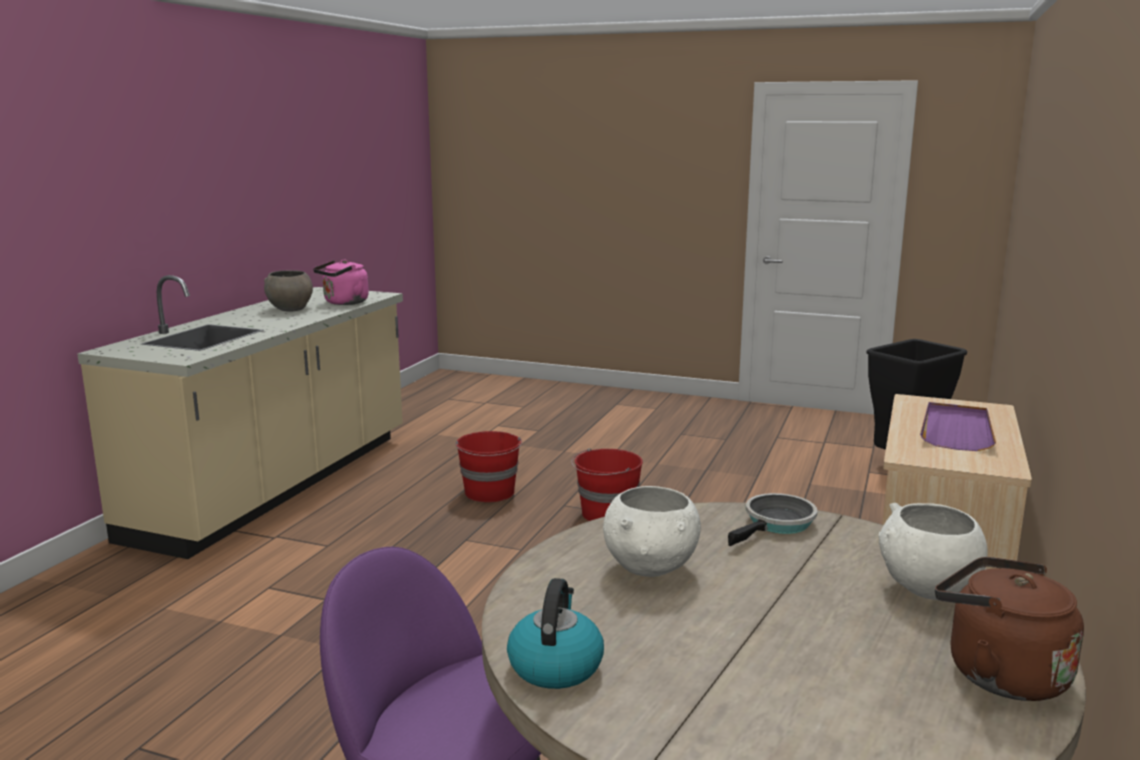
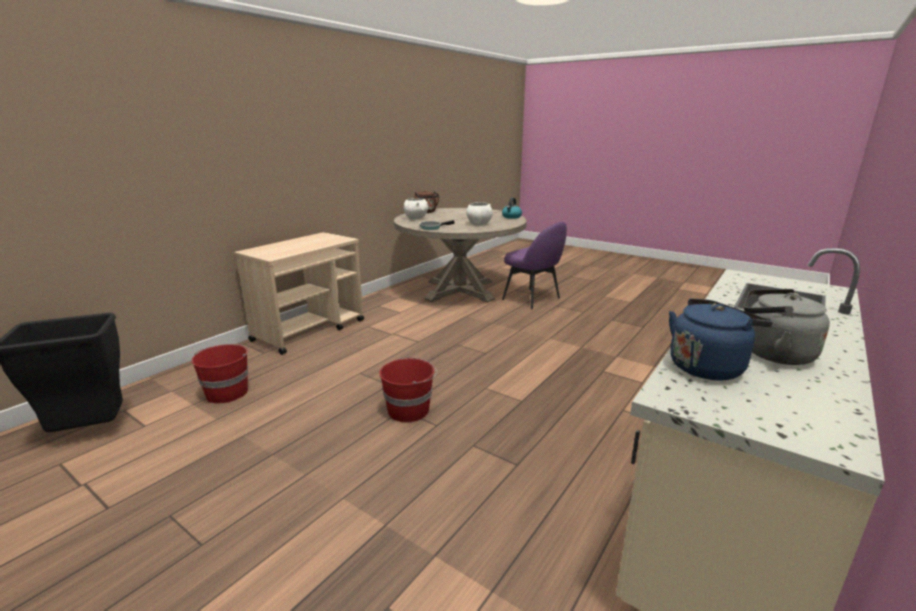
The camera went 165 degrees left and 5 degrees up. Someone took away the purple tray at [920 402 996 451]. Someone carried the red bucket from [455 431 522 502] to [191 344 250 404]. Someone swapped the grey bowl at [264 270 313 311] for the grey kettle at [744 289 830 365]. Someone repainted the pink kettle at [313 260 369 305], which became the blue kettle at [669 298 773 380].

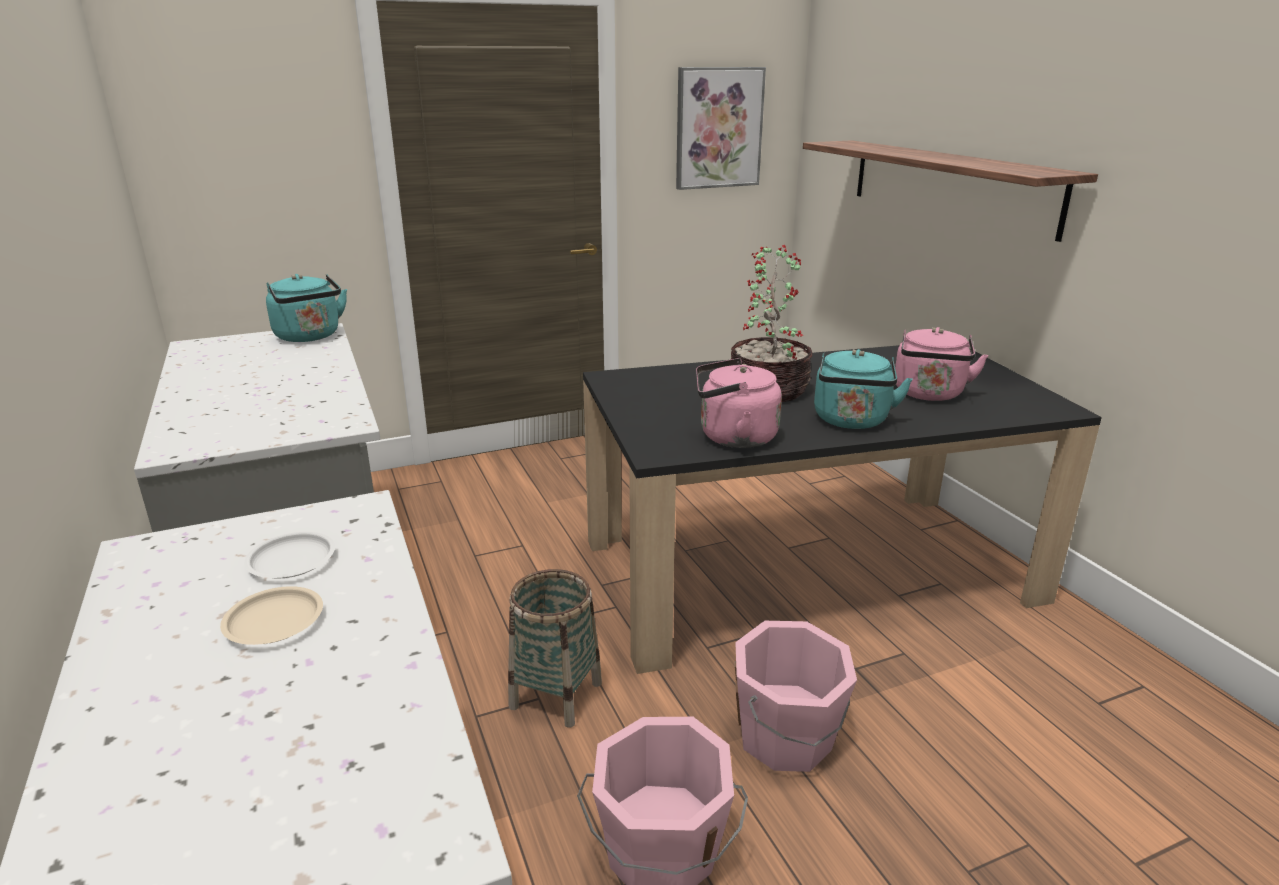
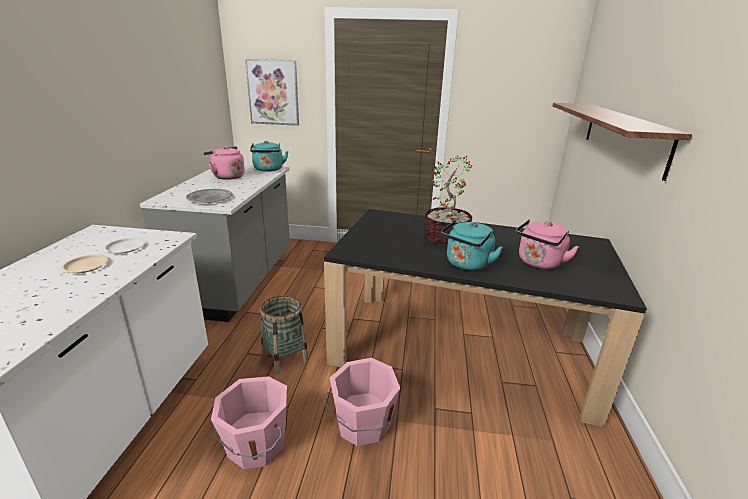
The camera went 30 degrees right and 0 degrees up. Someone put down the grey plate at [186 189 232 203]. Someone carried the picture from [676 67 766 190] to [245 59 299 126]. Someone carried the pink kettle from [696 358 782 448] to [203 146 245 180].

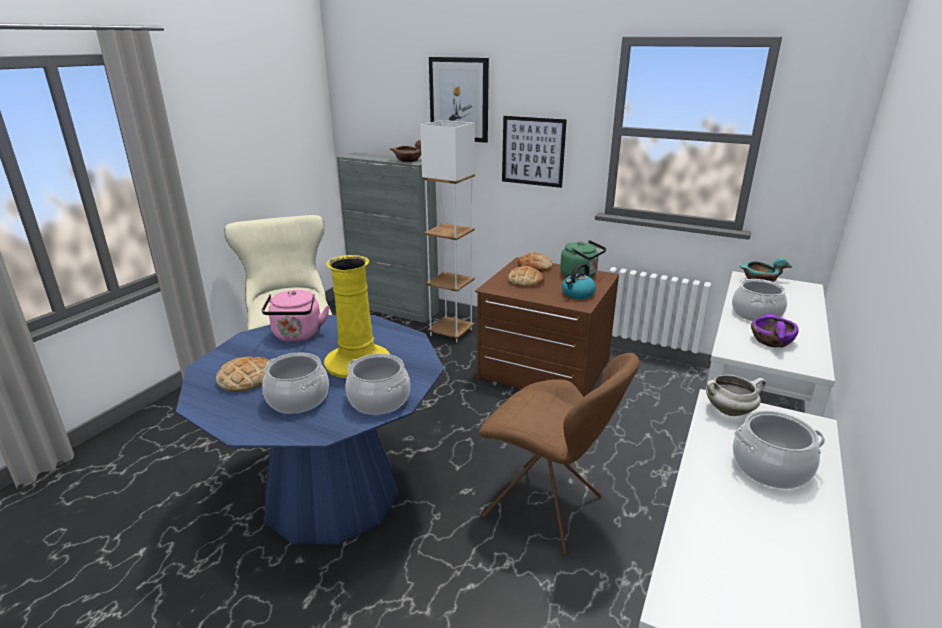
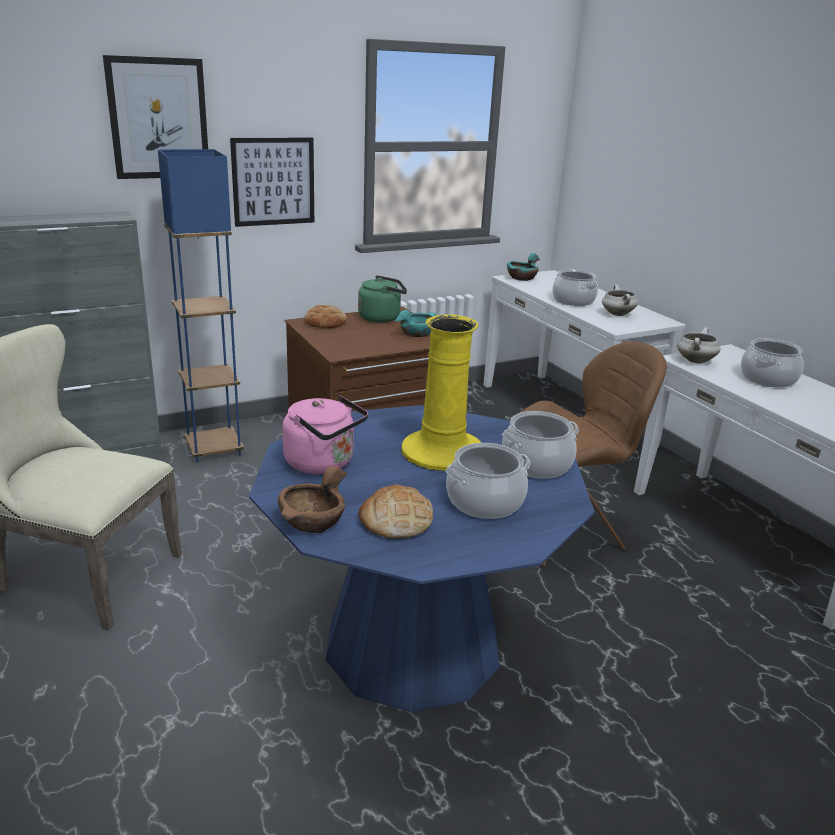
The camera went 55 degrees left and 0 degrees up. Someone took away the bread at [508 266 545 287]. Someone carried the brown bowl from [390 140 421 162] to [278 466 347 533]. Someone swapped the kettle at [562 263 596 299] for the turquoise bowl at [395 310 436 337]. Someone swapped the purple bowl at [751 313 799 348] for the white cooking pot at [602 285 638 316]. Someone repainted the white floor lamp at [420 120 475 343], which became the blue floor lamp at [158 149 244 463].

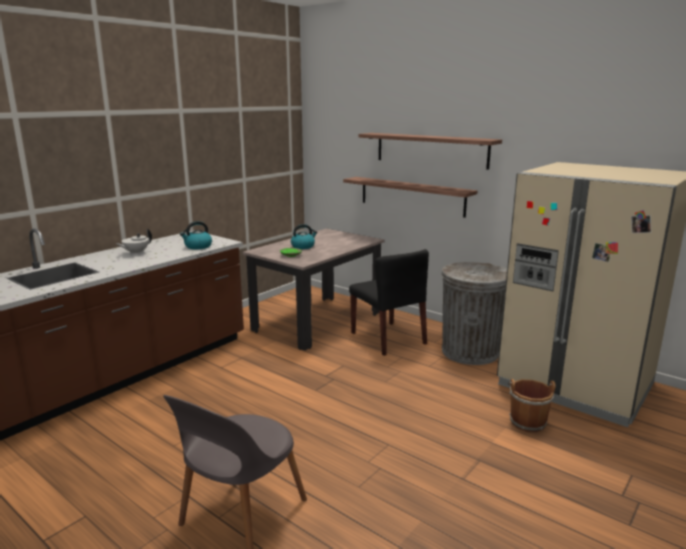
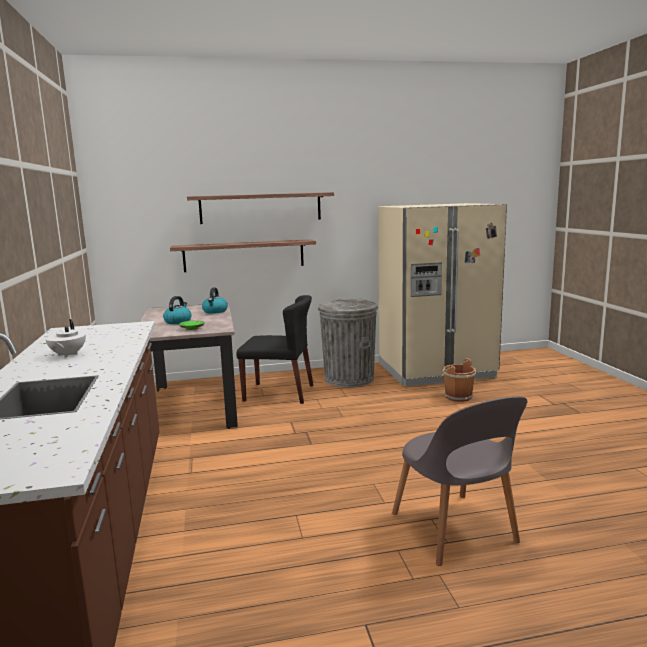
The camera went 50 degrees left and 5 degrees down. Someone carried the kettle from [180 221 212 249] to [202 287 228 314].

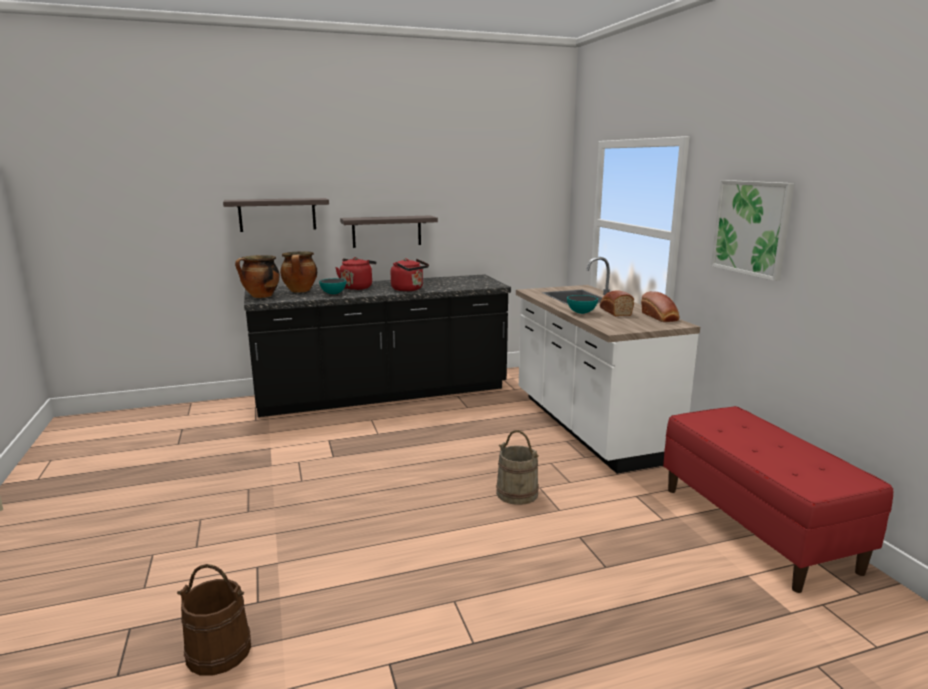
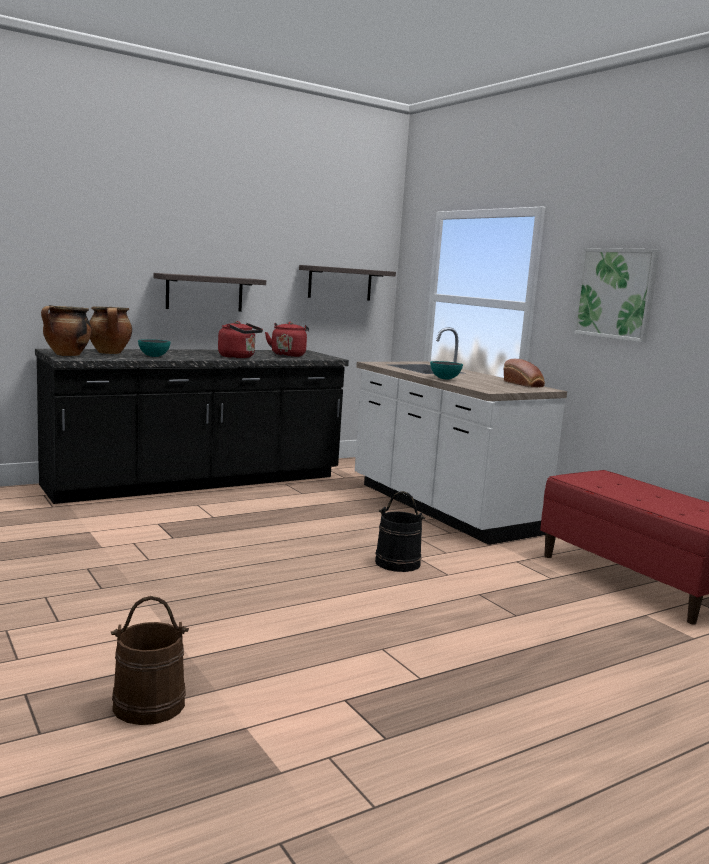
The camera went 15 degrees left and 5 degrees down. Someone took away the bread at [600 290 634 316]. Someone carried the shelf from [223 198 329 232] to [299 265 396 301]. Someone carried the red kettle from [335 257 376 290] to [265 322 309 357]. Someone repainted the beige bucket at [496 430 539 505], which became the black bucket at [375 491 425 572].

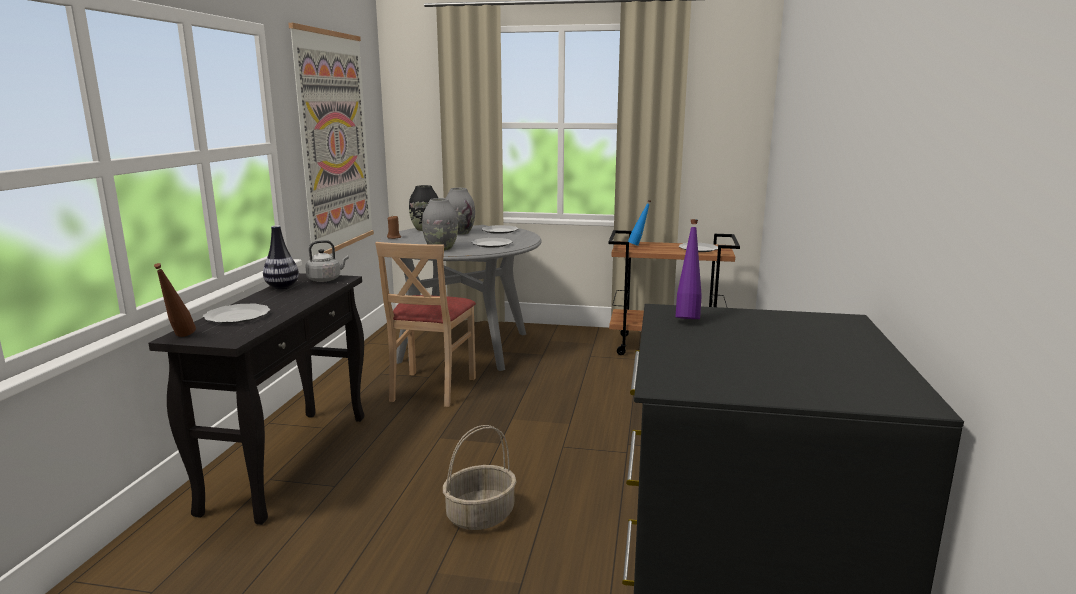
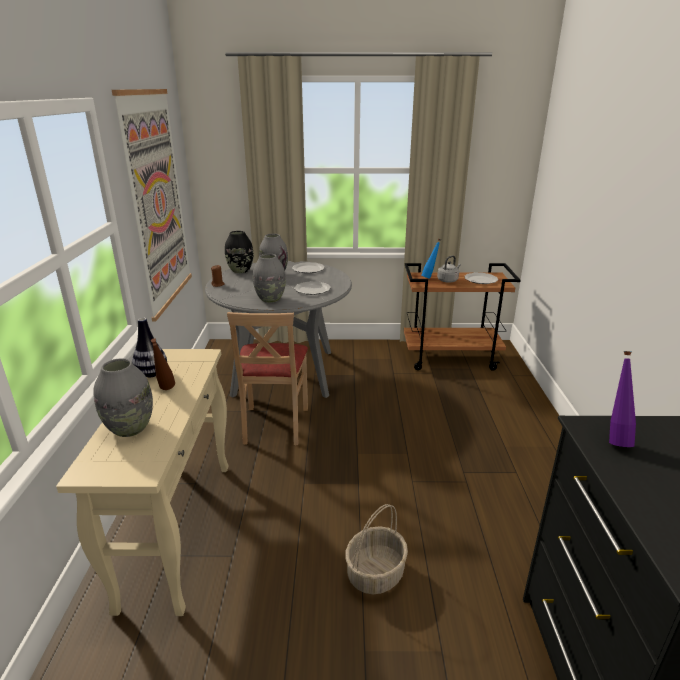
The camera went 10 degrees left and 10 degrees up. Someone carried the brown bottle from [154 263 196 337] to [151 338 175 390]. Someone carried the grey kettle from [305 240 349 282] to [437 255 461 283]. Someone swapped the plate at [203 303 270 324] for the grey vase at [93 358 153 437]. Someone repainted the black console table at [148 273 364 525], which became the beige console table at [56 349 229 616].

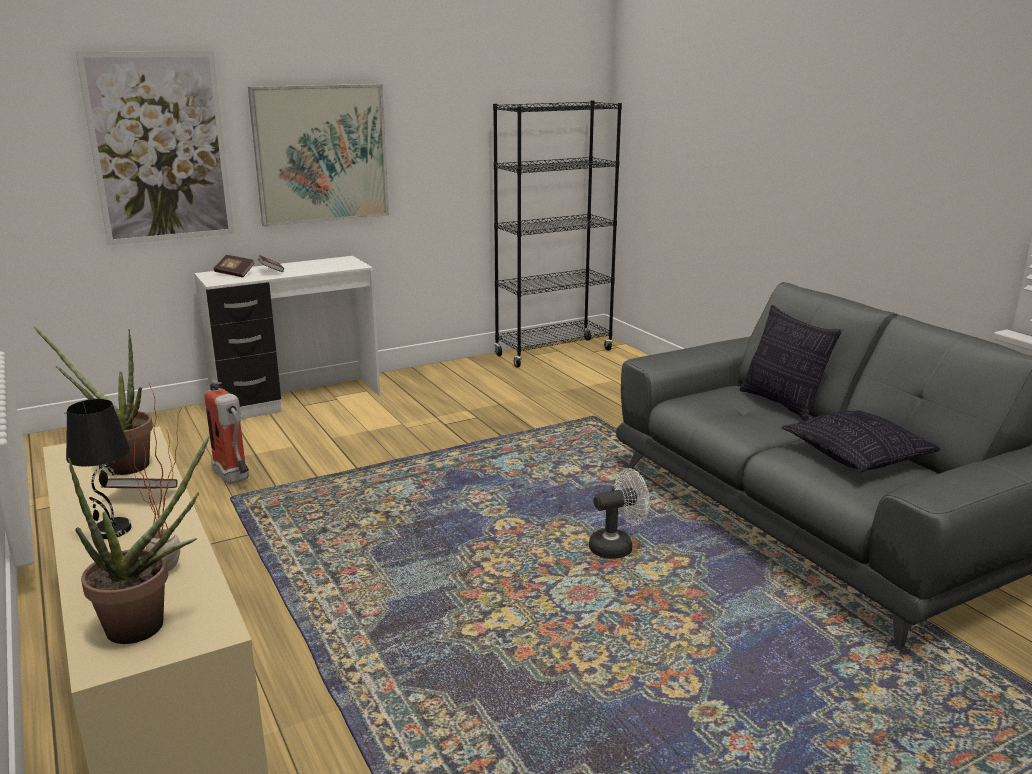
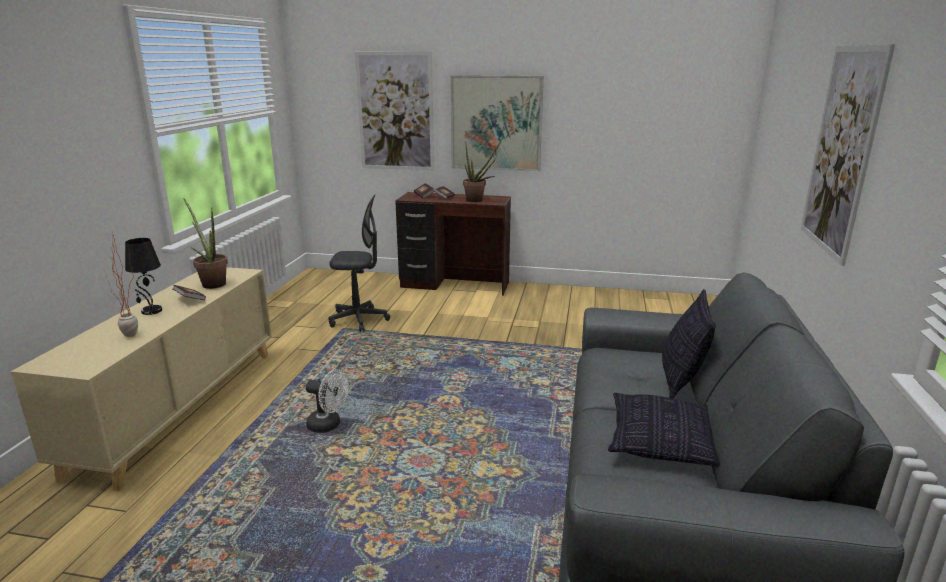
The camera went 40 degrees right and 0 degrees up. Someone took away the black bookcase at [493 101 622 368]. Someone put up the picture at [801 44 895 266]. Someone carried the potted plant from [68 436 210 644] to [463 142 501 202]. Someone carried the white fan from [589 468 650 559] to [306 369 349 433]. Someone swapped the fire extinguisher at [204 379 249 484] for the grey office chair at [328 195 390 332]. Someone repainted the white desk at [194 256 380 419], which became the brown desk at [395 192 511 296].

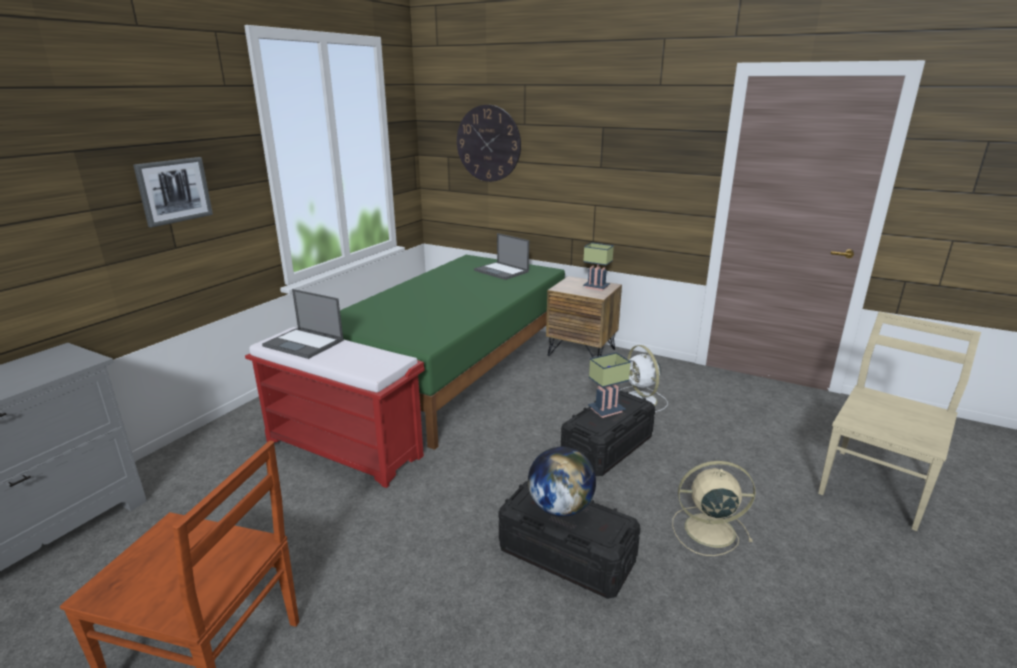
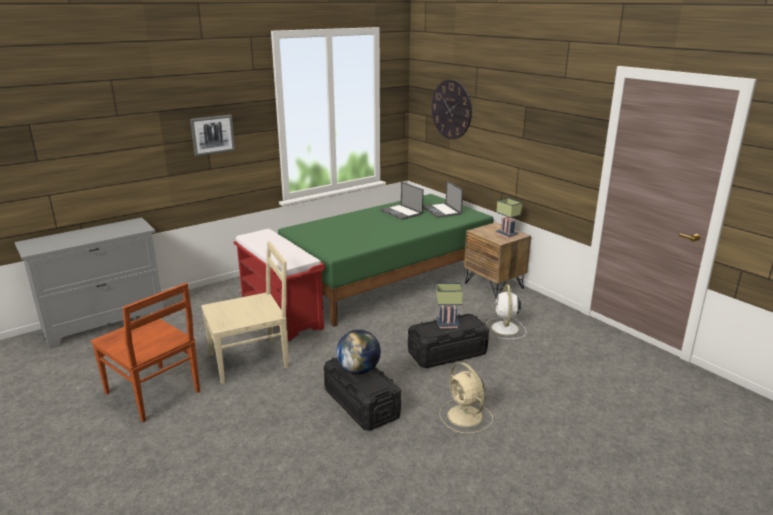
The camera went 25 degrees right and 0 degrees up. Someone carried the laptop from [262 289 344 359] to [380 182 424 220]. Someone carried the beige chair from [818 312 981 531] to [201 241 289 384]. Someone rotated the beige fan at [672 461 755 556] by 150 degrees counterclockwise.

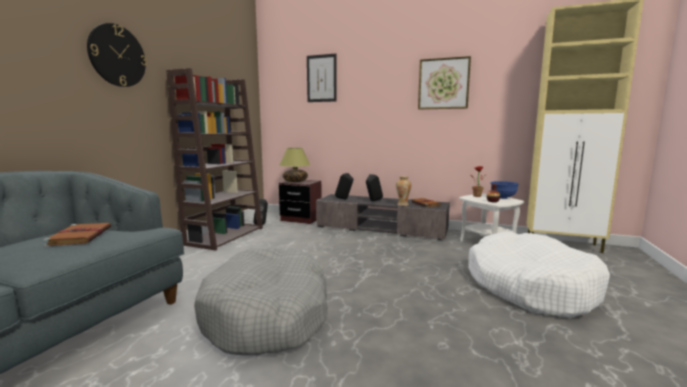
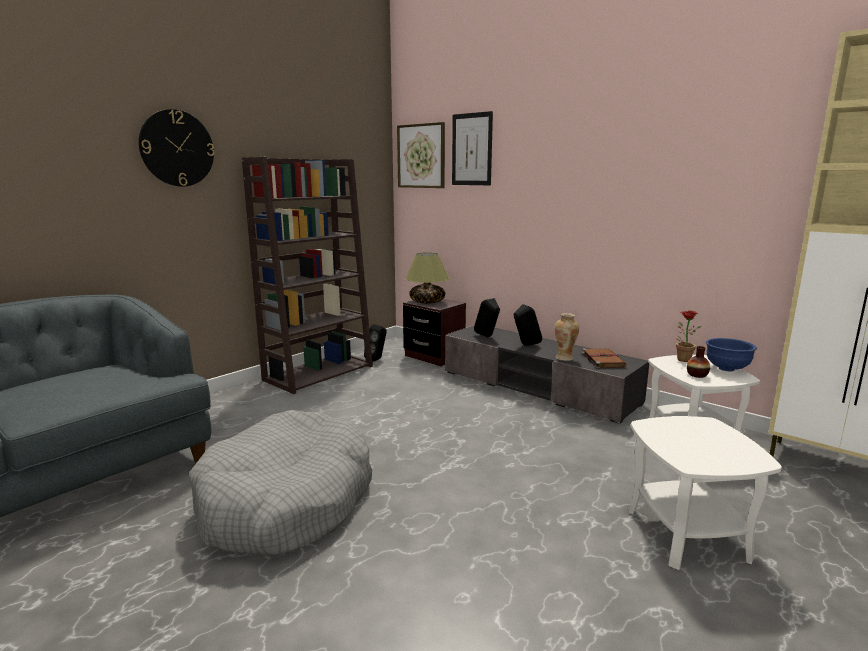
The camera went 20 degrees right and 5 degrees up. Someone took away the brown book at [43 223 111 247]. Someone carried the picture from [418 56 471 109] to [397 122 445 188]. Someone swapped the white dog bed at [468 231 610 318] for the white side table at [629 416 782 570].

